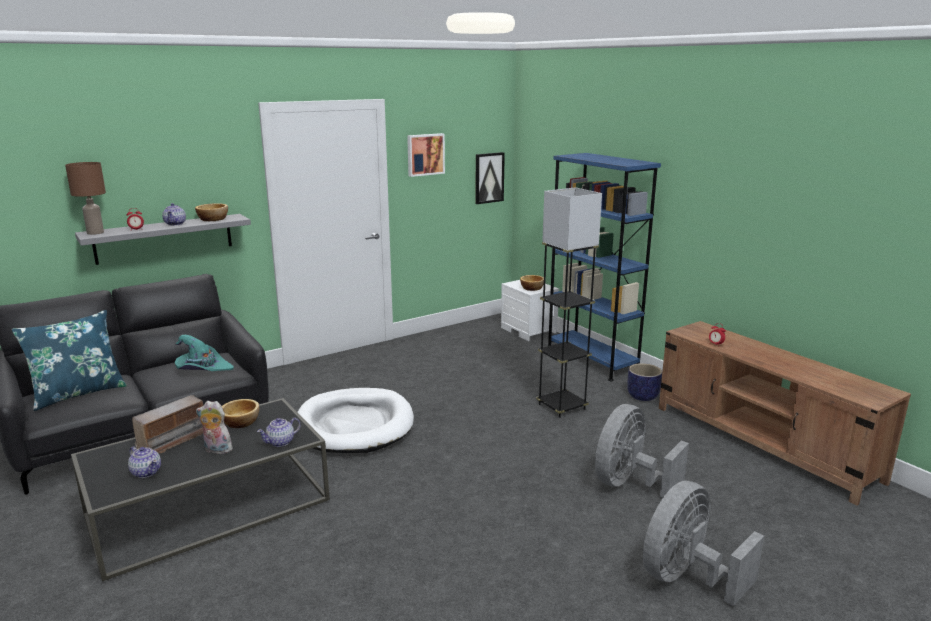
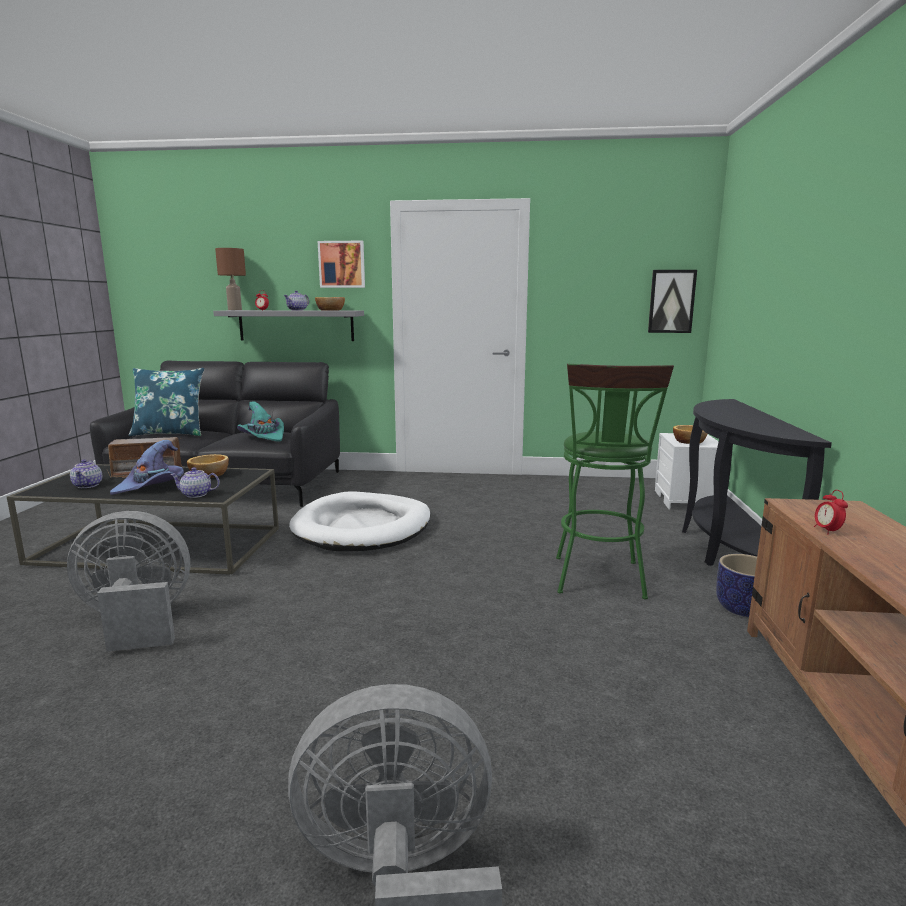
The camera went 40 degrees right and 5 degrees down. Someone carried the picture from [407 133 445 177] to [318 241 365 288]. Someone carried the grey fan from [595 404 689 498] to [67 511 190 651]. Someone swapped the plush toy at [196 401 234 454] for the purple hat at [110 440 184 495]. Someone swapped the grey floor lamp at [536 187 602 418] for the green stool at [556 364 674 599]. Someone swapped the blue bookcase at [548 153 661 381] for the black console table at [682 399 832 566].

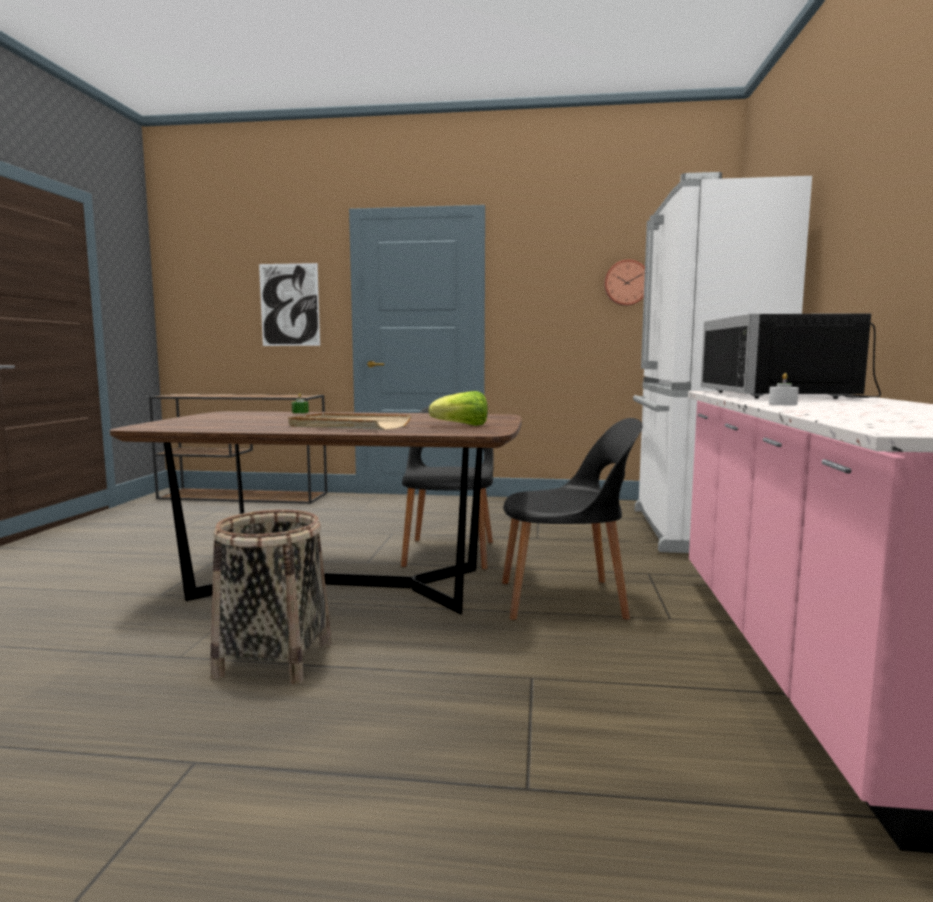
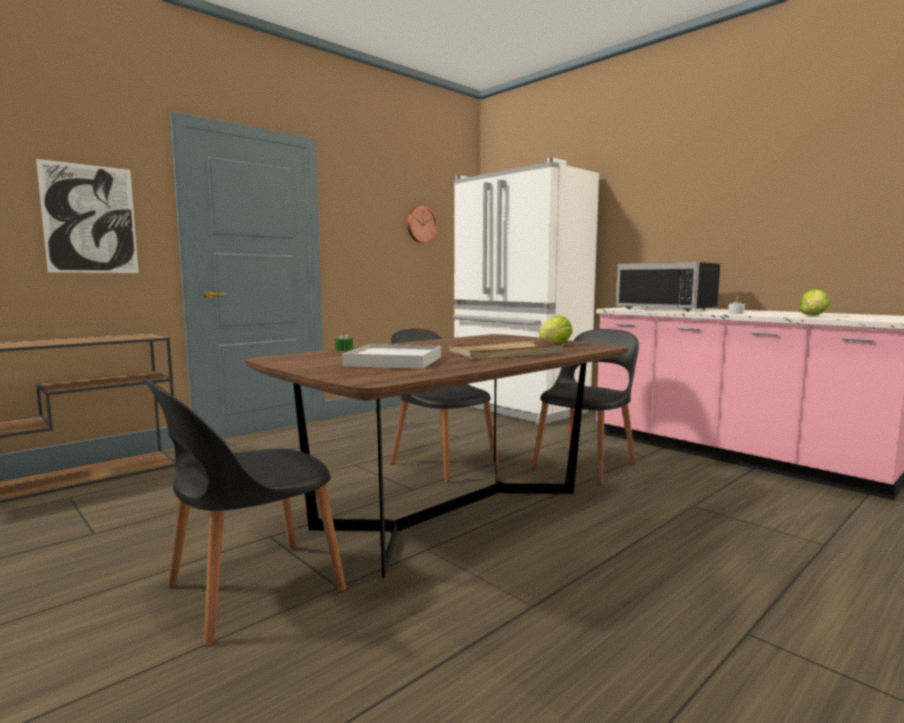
The camera went 50 degrees left and 0 degrees up. Someone took away the basket at [210 510 332 684]. Someone put down the black chair at [141 378 346 646]. Someone put down the white tray at [342 344 441 369]. Someone put down the lettuce at [799 289 830 316].

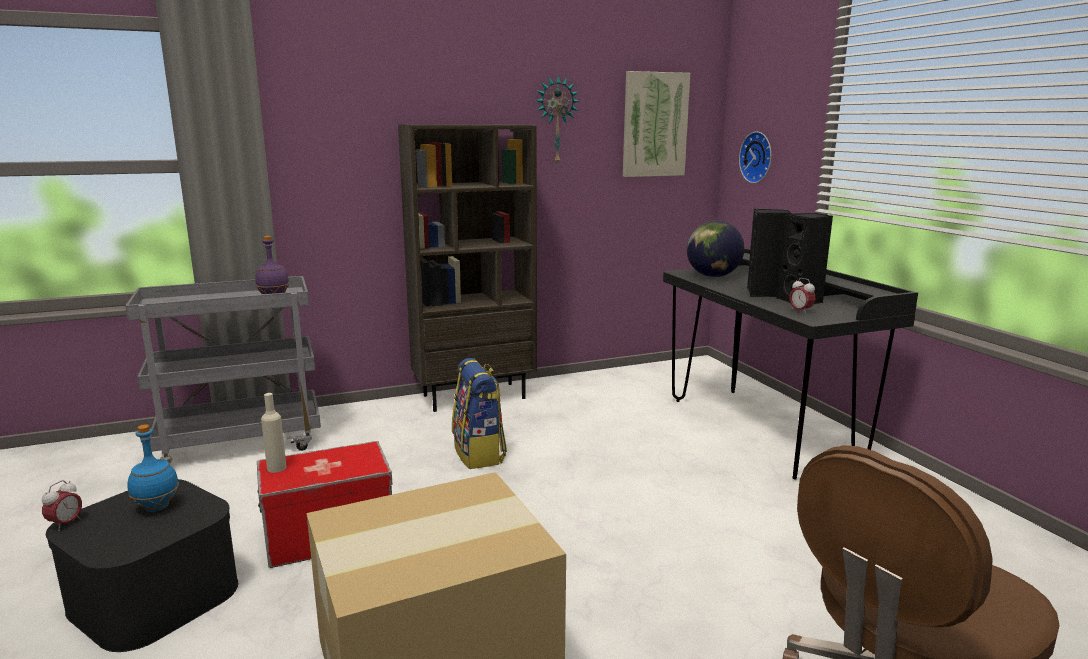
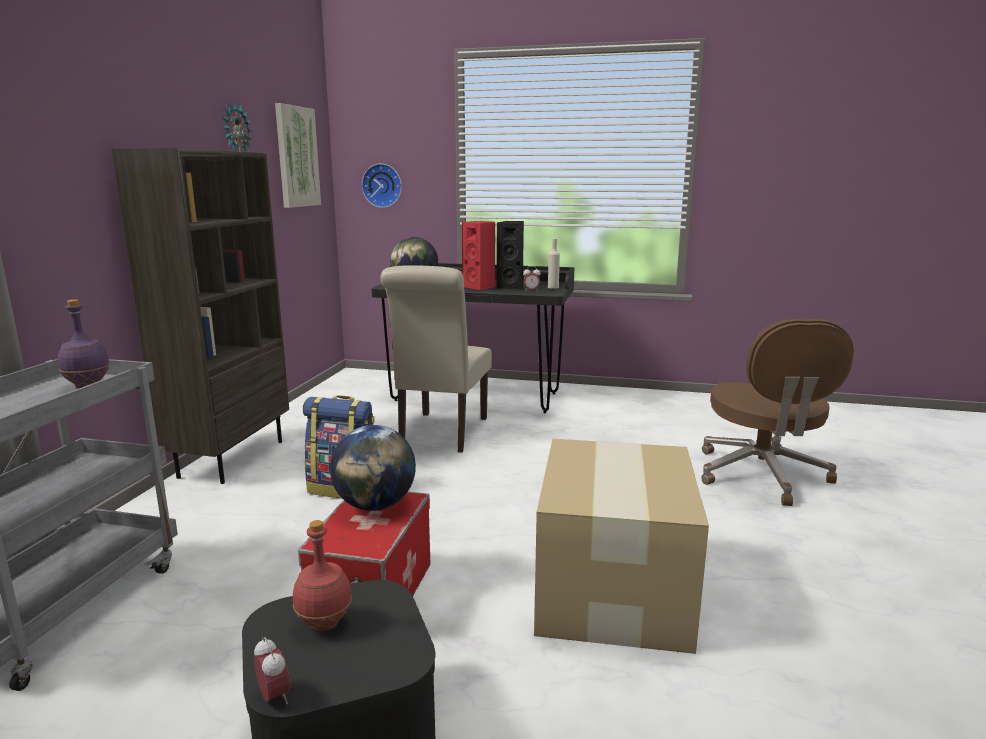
The camera went 55 degrees left and 0 degrees up. Someone put down the globe at [330 425 416 511]. Someone put down the beige chair at [381 265 492 453]. Someone carried the beige bottle from [261 393 286 473] to [548 239 560 289]. Someone repainted the blue bottle at [127 424 179 512], which became the red bottle at [293 520 352 631]. Someone repainted the black speaker at [747 209 791 297], which became the red speaker at [462 221 496 290].

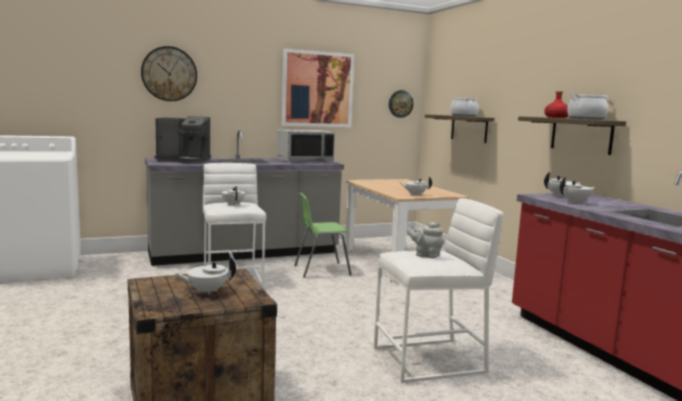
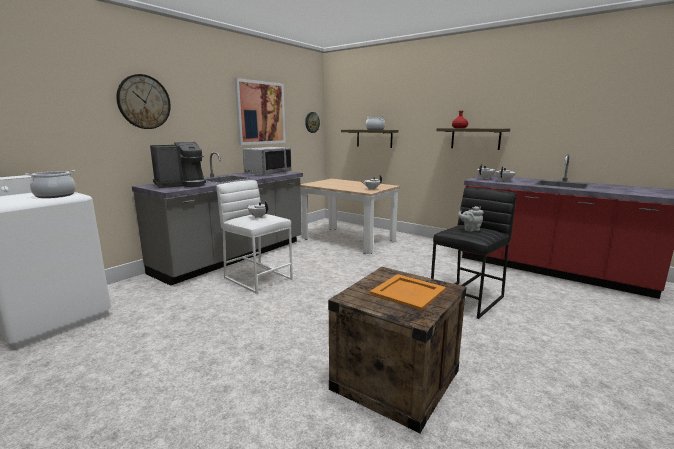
The camera went 30 degrees left and 5 degrees up. Someone took away the green chair at [294 193 352 278]. Someone carried the cooking pot from [567 94 609 120] to [25 170 76 198]. Someone swapped the white teapot at [176 256 236 295] for the orange tray at [370 274 446 311]. Someone repainted the white stool at [374 198 504 383], which became the black stool at [431 187 517 319].

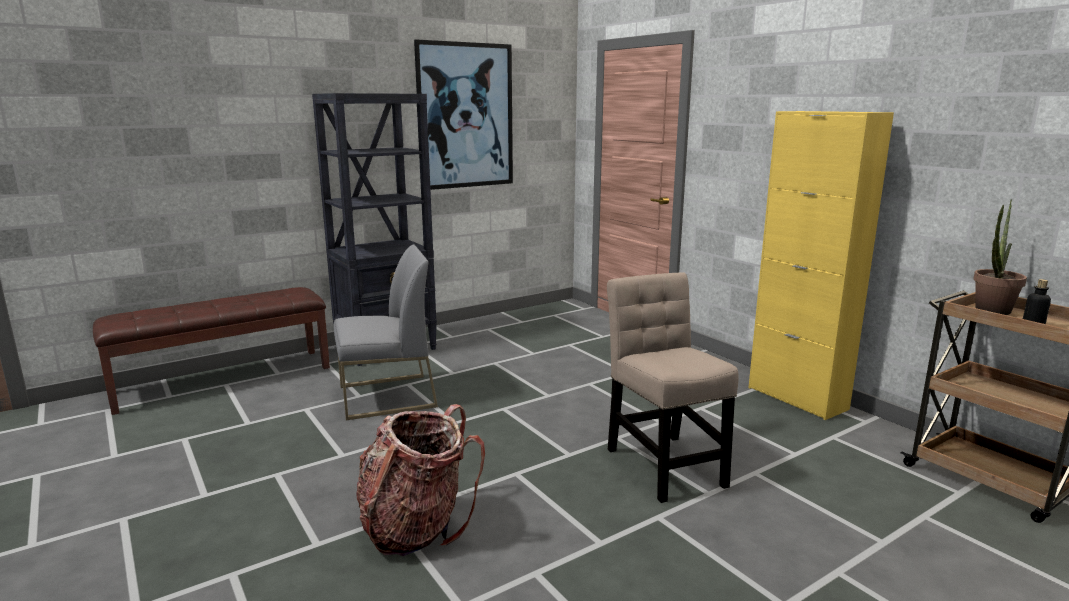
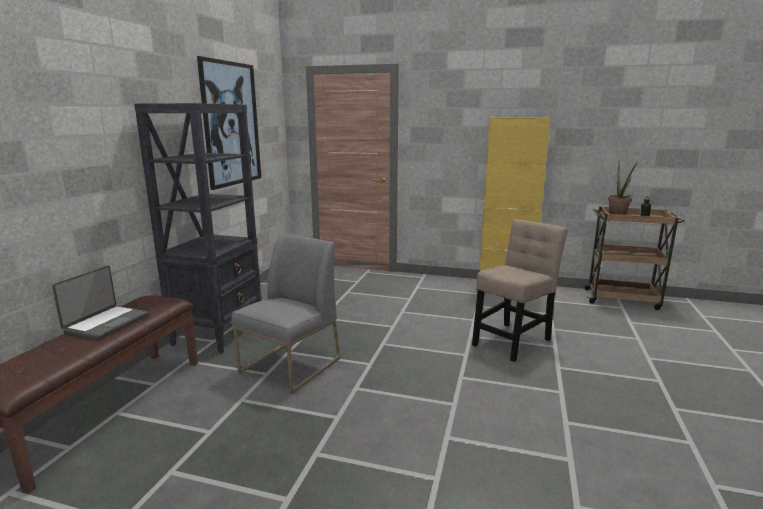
The camera went 40 degrees left and 0 degrees up. Someone took away the backpack at [357 404 485 556]. Someone put down the laptop at [52 266 149 340]. Someone rotated the beige chair at [607 272 739 503] by 105 degrees clockwise.

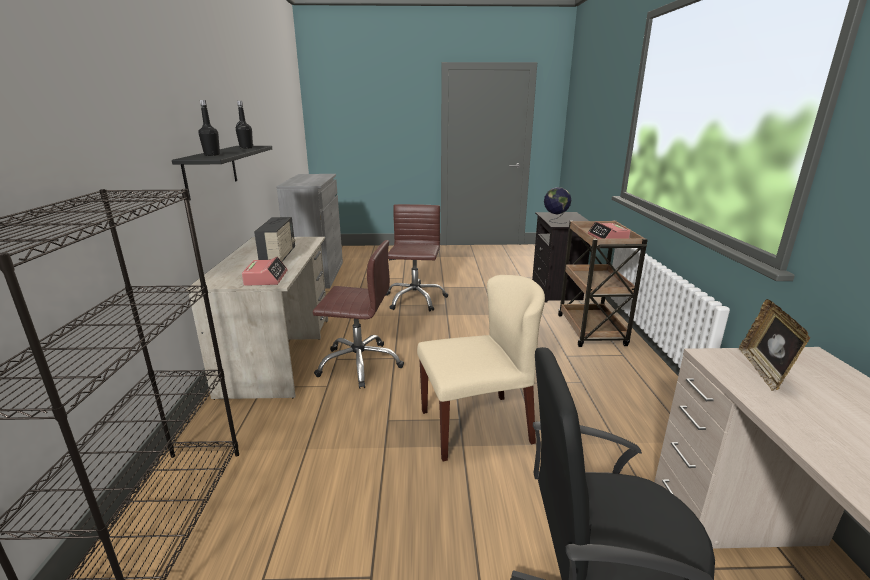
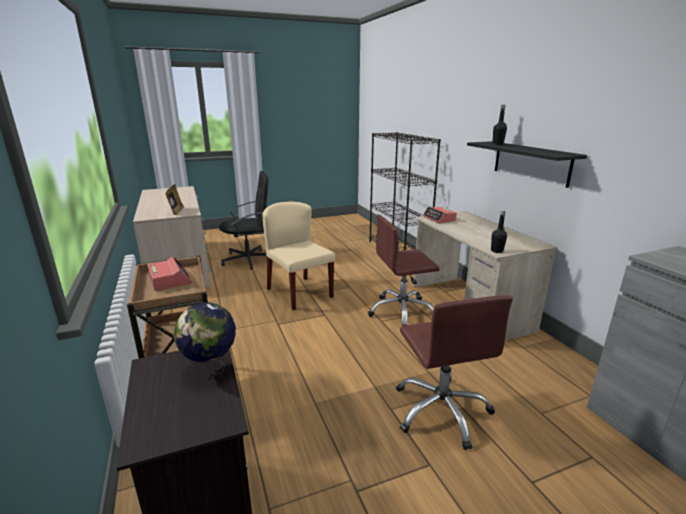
The camera went 160 degrees right and 0 degrees up. Someone took away the radio at [254 217 296 262]. Someone carried the black bottle from [236 101 253 149] to [491 210 507 253]. Someone rotated the beige chair at [417 275 545 461] by 90 degrees clockwise.

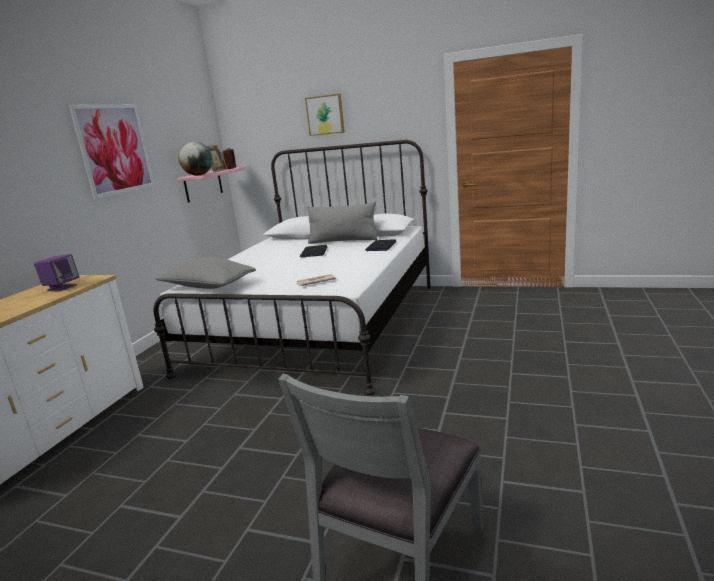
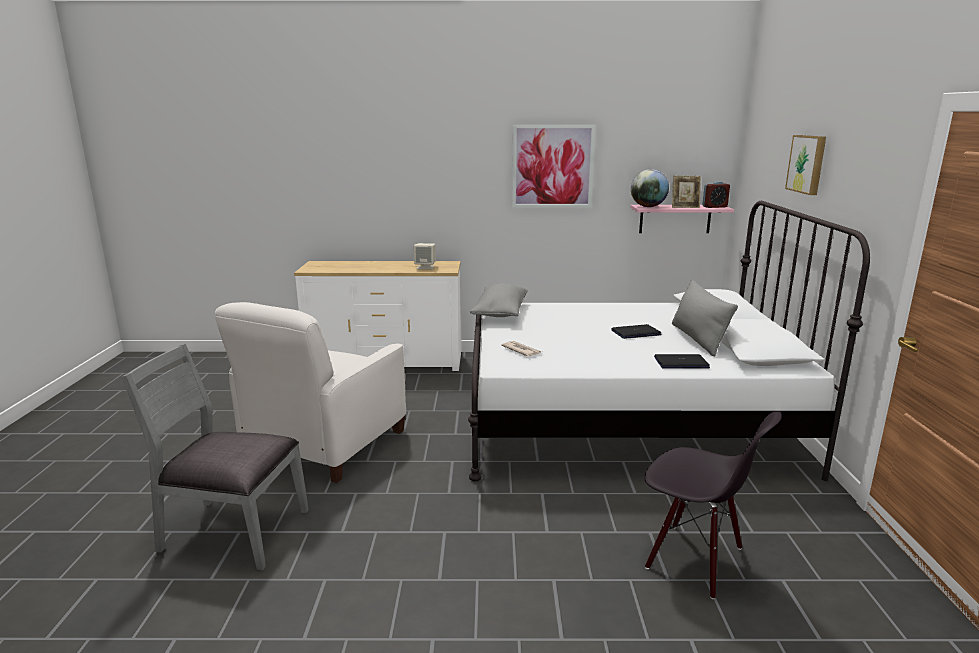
The camera went 70 degrees right and 0 degrees up. Someone put down the white armchair at [215 302 406 483]. Someone put down the black chair at [644 411 782 599]. Someone repainted the purple speaker at [34 254 79 292], which became the beige speaker at [414 243 436 269].

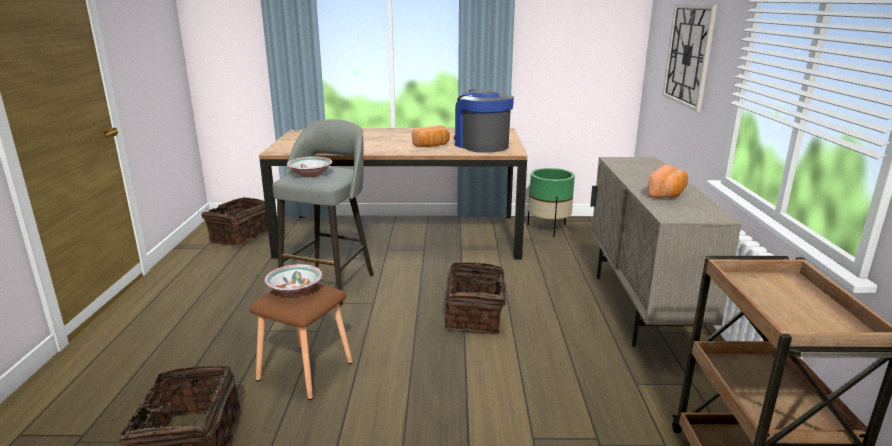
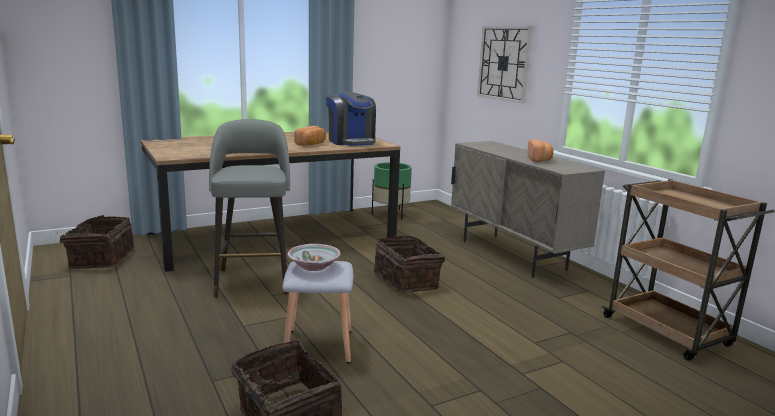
The camera went 30 degrees left and 5 degrees down. Someone took away the bowl at [287 156 332 177]. Someone repainted the brown stool at [249 283 353 400], which became the grey stool at [282 261 354 363]. Someone rotated the coffee machine at [454 90 514 153] by 150 degrees counterclockwise.

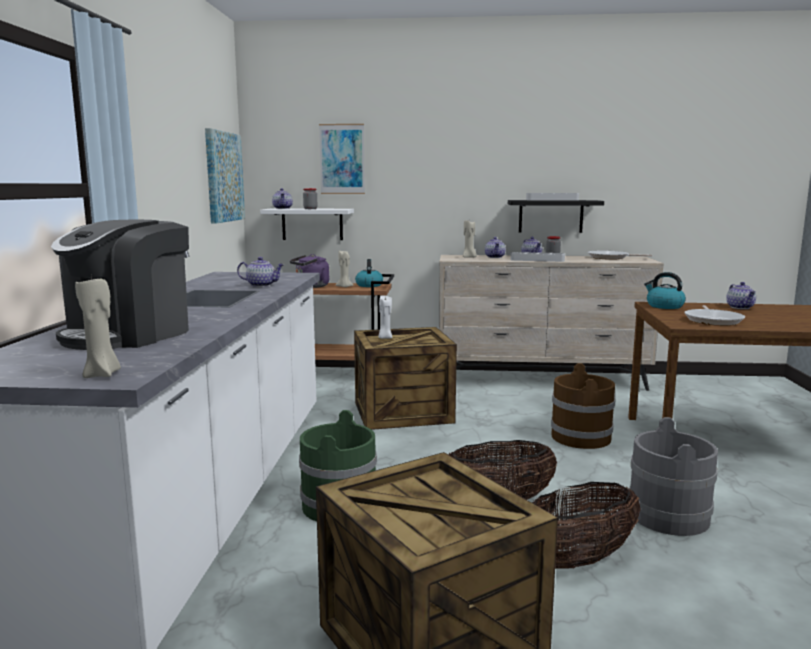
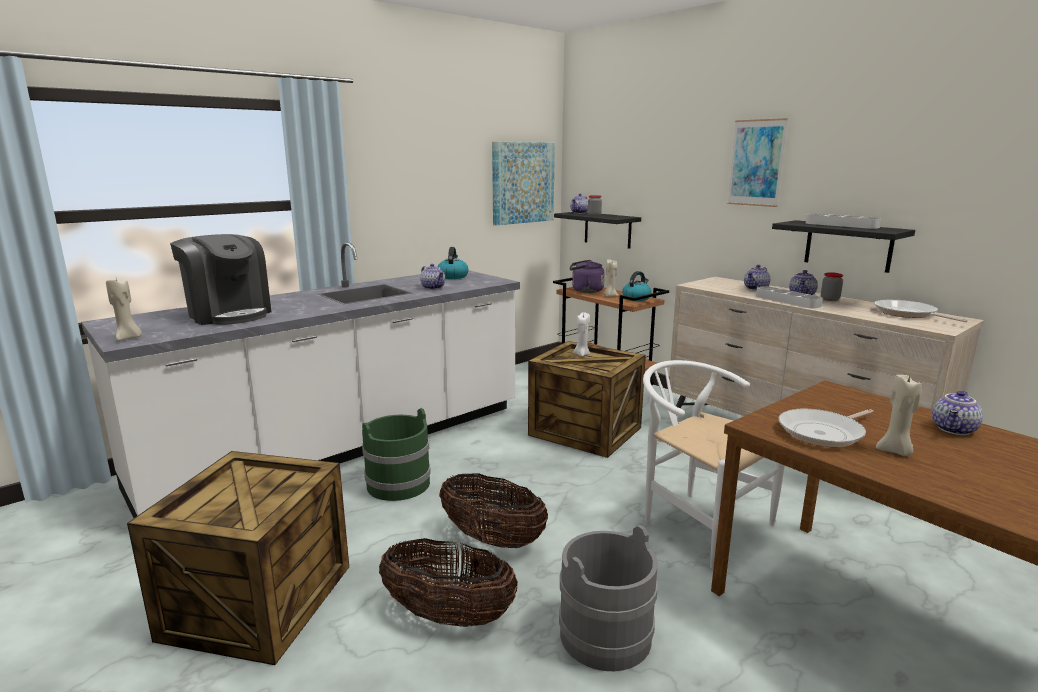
The camera went 45 degrees right and 5 degrees up. Someone carried the picture from [319 124 365 194] to [727 118 788 207]. Someone carried the beige candle from [463 220 477 258] to [876 375 922 456]. Someone carried the kettle from [644 272 686 309] to [438 247 468 279]. Someone swapped the brown bucket at [551 363 615 449] for the white chair at [643 360 785 569]. Someone repainted the white shelf at [260 208 354 240], which became the black shelf at [554 212 641 249]. Someone rotated the coffee machine at [51 220 189 350] by 120 degrees counterclockwise.

